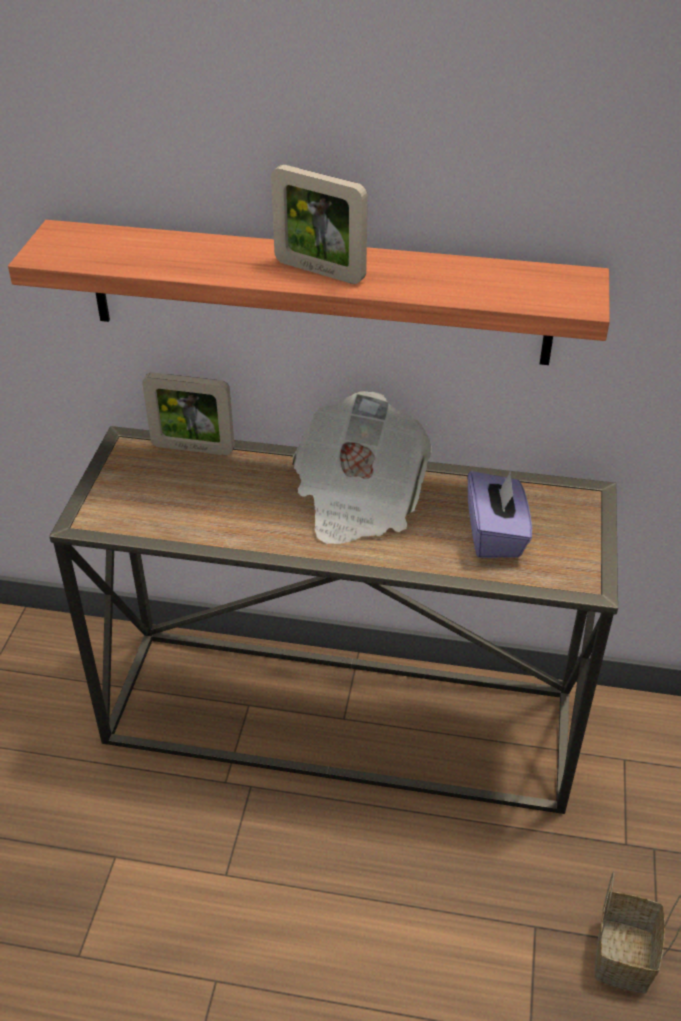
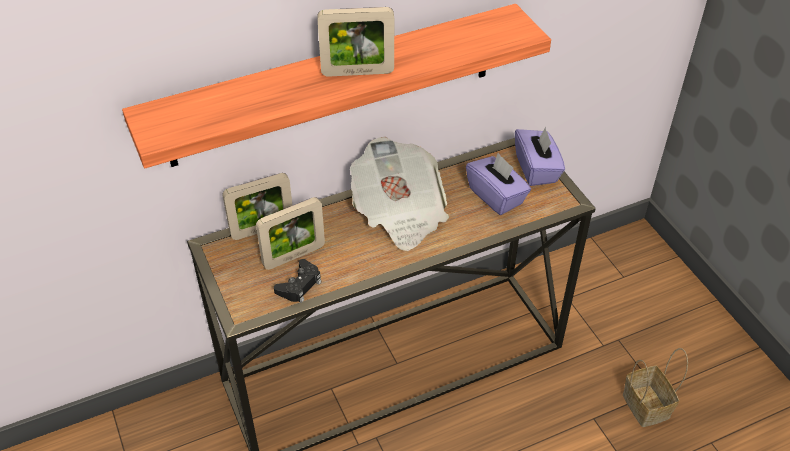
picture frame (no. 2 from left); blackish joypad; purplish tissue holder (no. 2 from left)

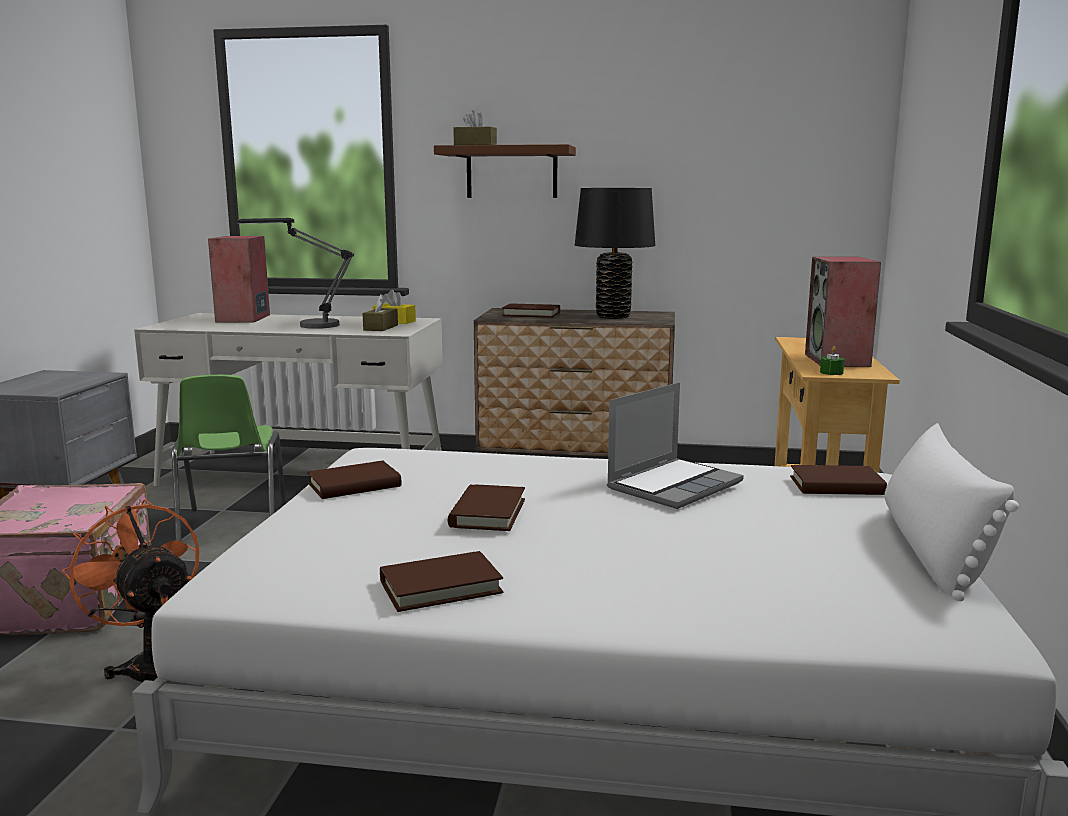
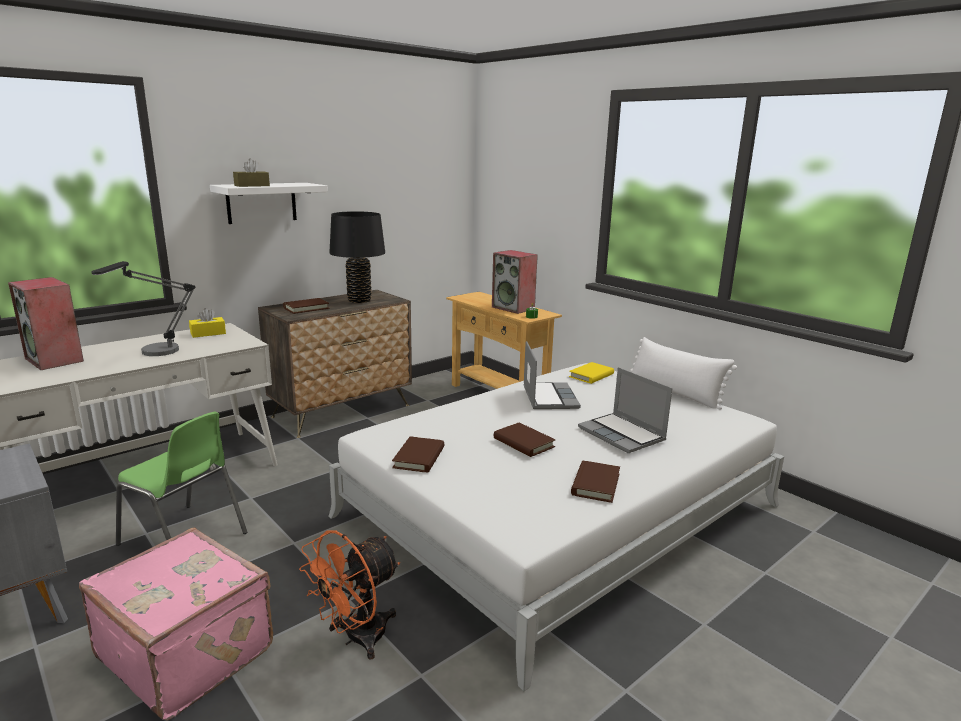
white bracket shelf; orangey cooling fan; yellow-coloured book; portable computer (no. 2 from left); brown tissue holder (no. 1 from left in the first image)

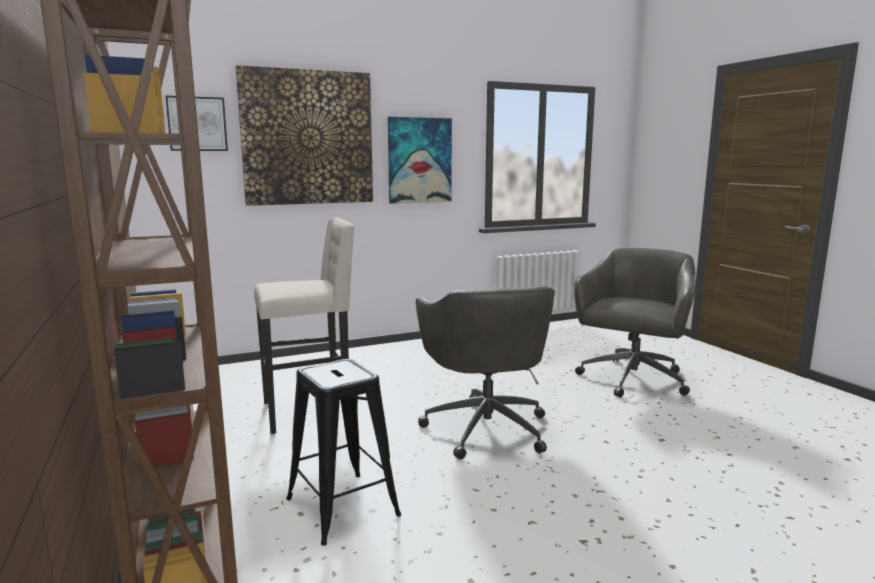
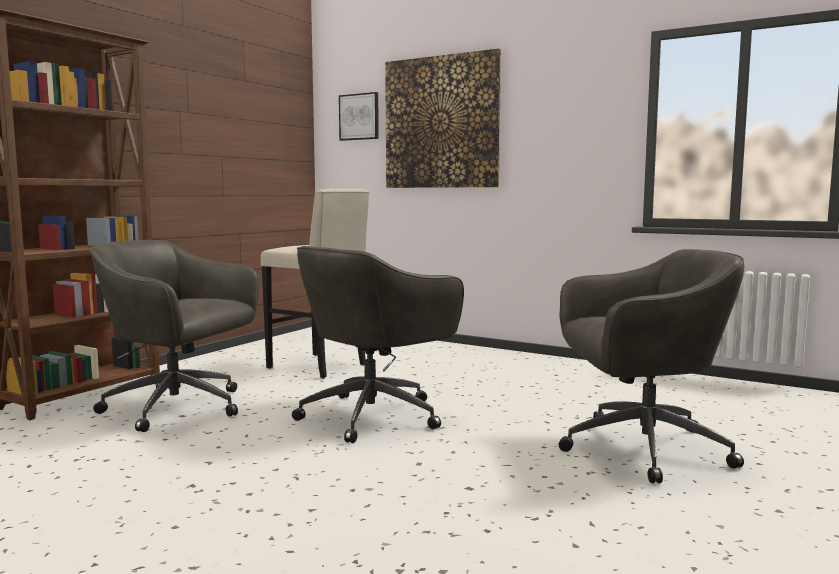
greyish desk chair (no. 1 from left); wall art (no. 3 from left in the first image)

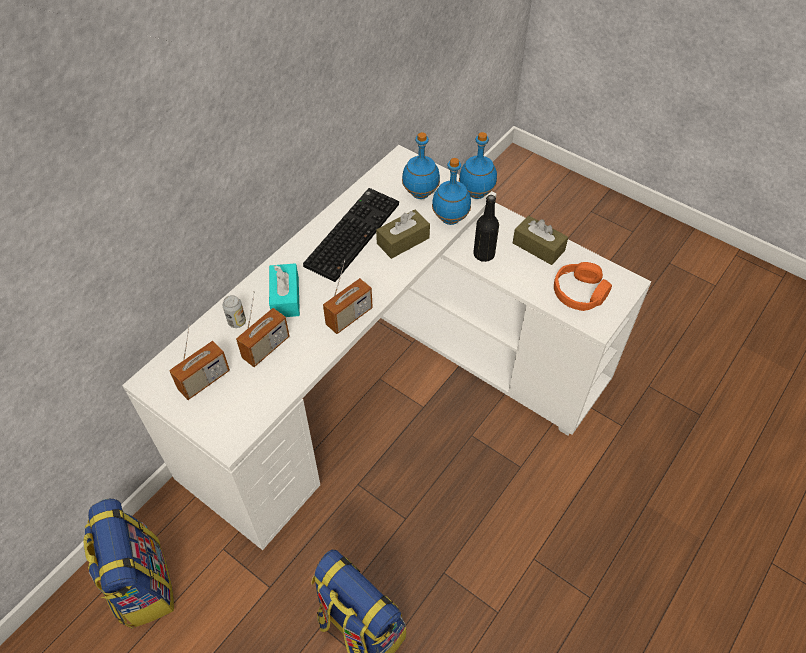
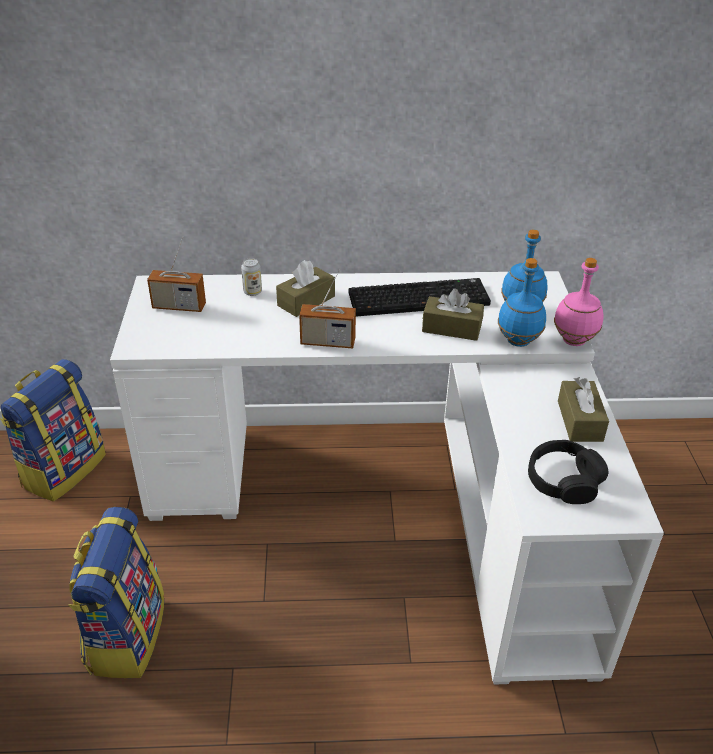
brown tissue holder (no. 1 from left); blackish headset; pink-coloured bottle; radio receiver (no. 2 from left in the first image); blackish bottle

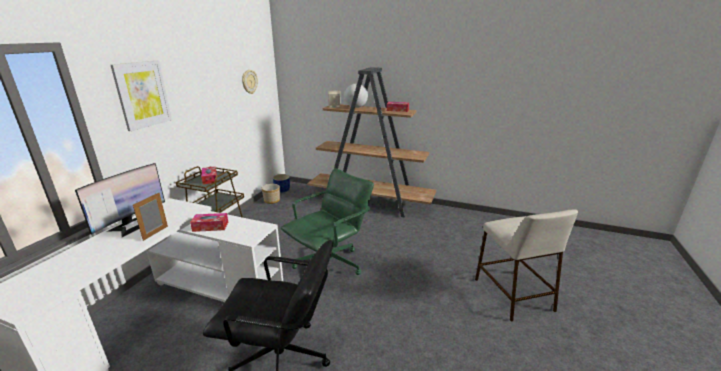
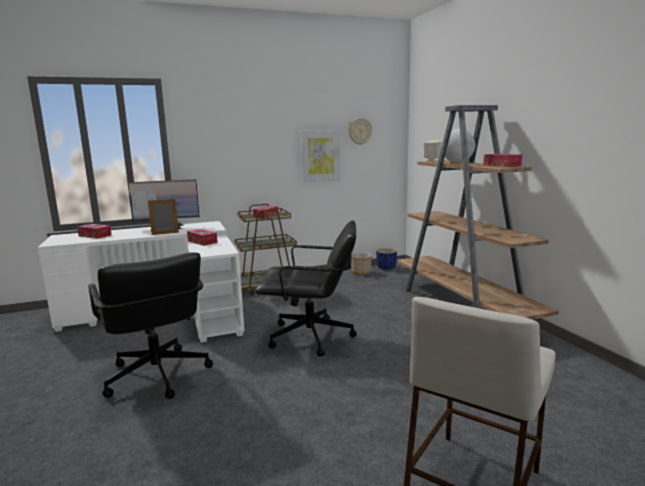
tissue holder (no. 1 from left); blackish desk chair (no. 2 from left); wall art

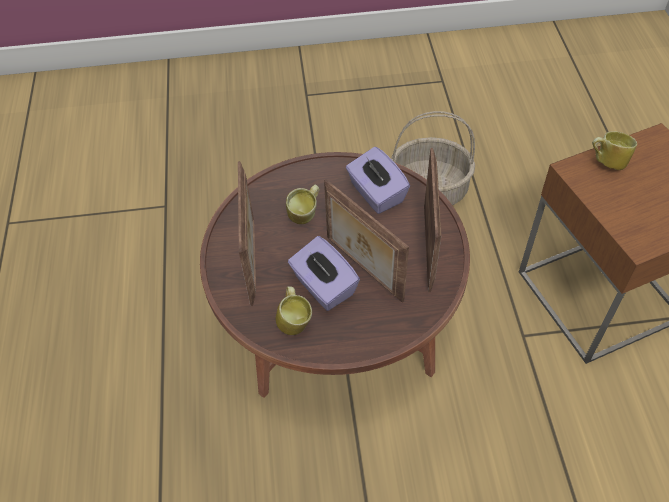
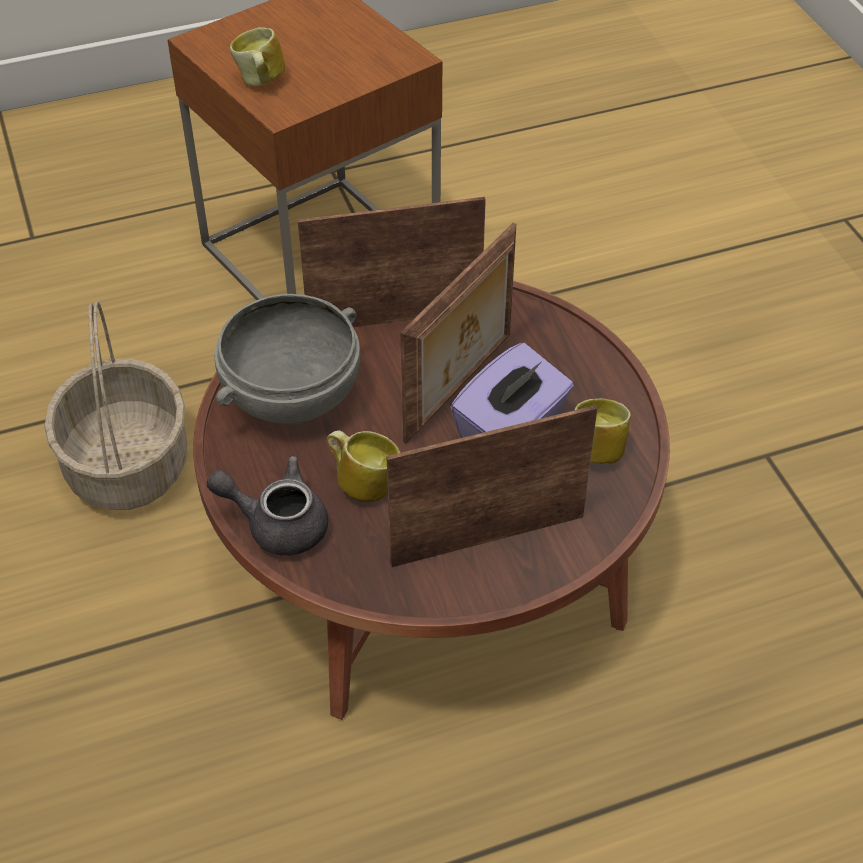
greyish pot for tea; greyish serving bowl

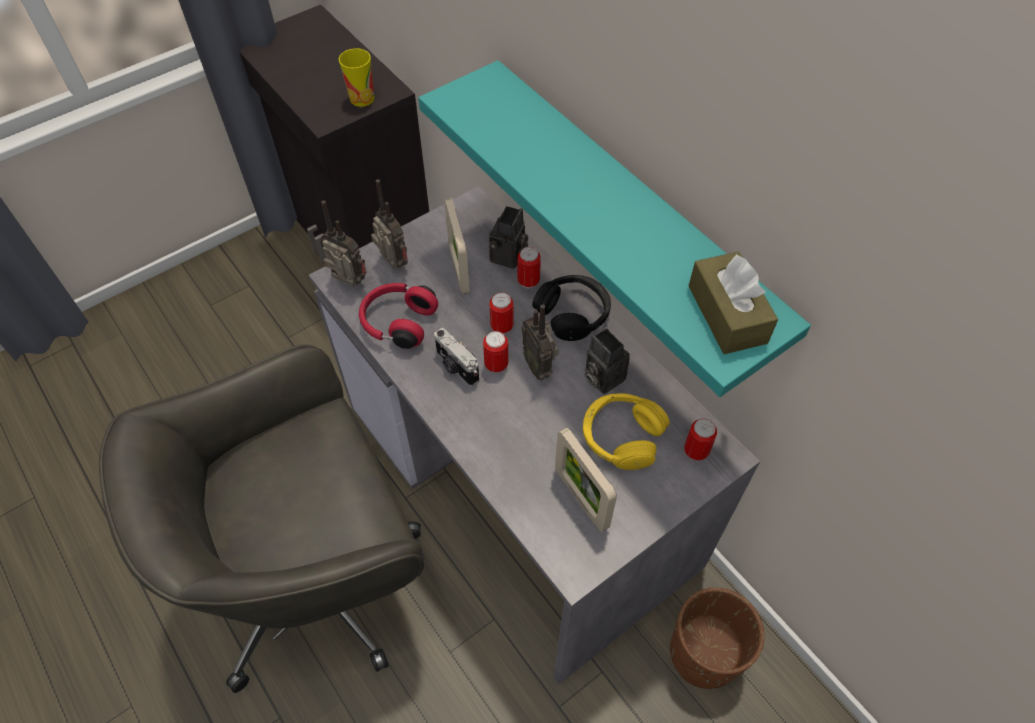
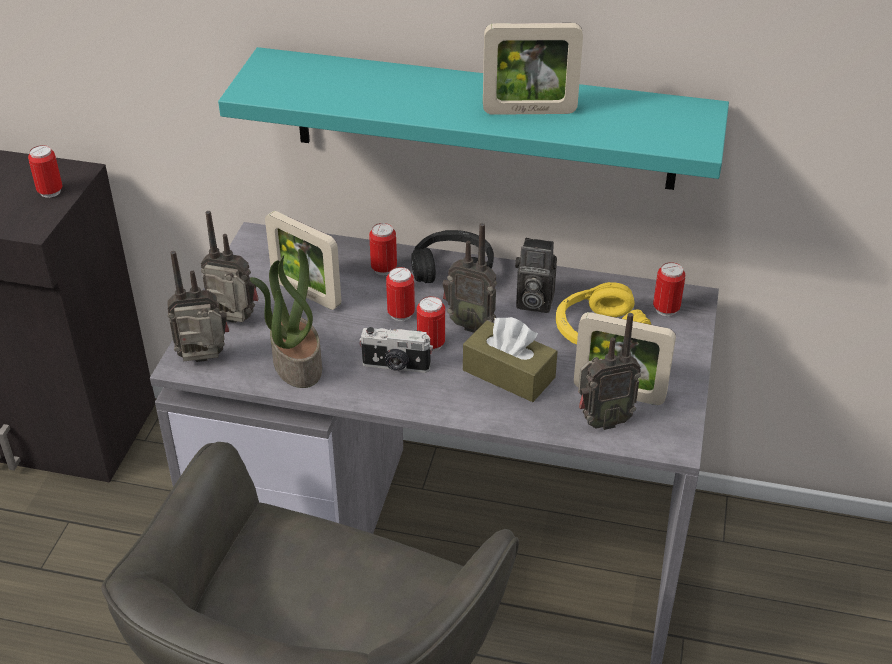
sealed can (no. 1 from left); potted plant; brown tissue holder; picture frame (no. 2 from left); radio receiver (no. 4 from left); photo camera (no. 2 from left in the first image); brown planter

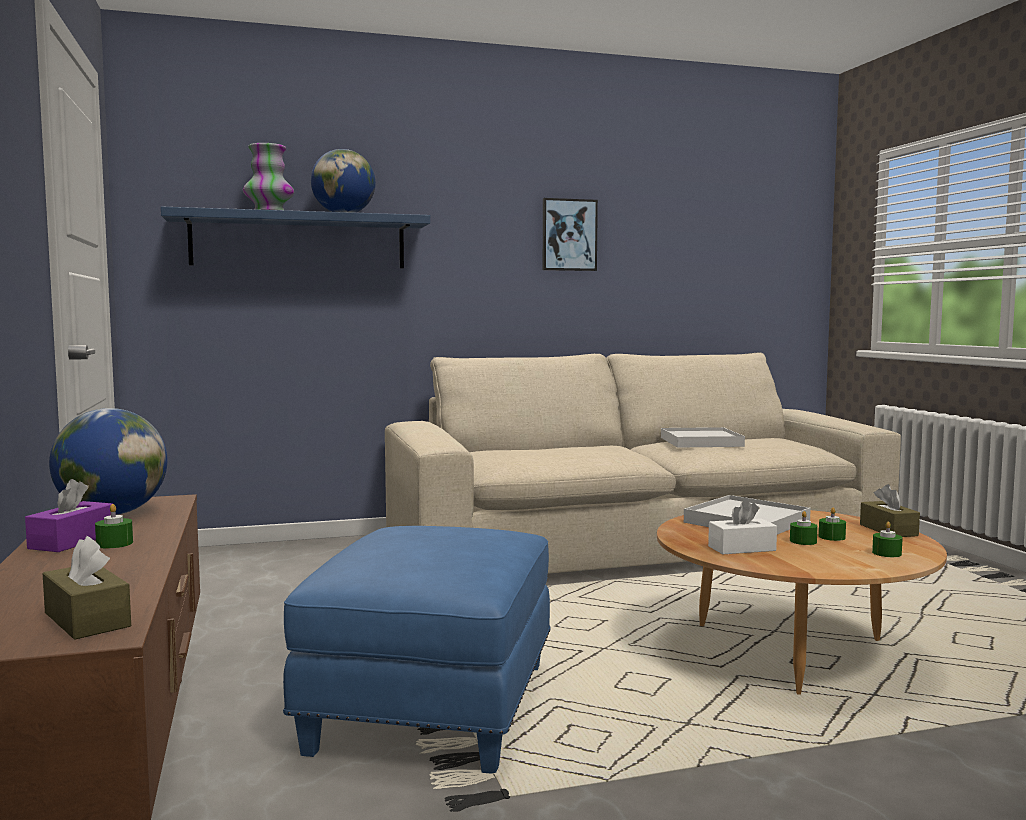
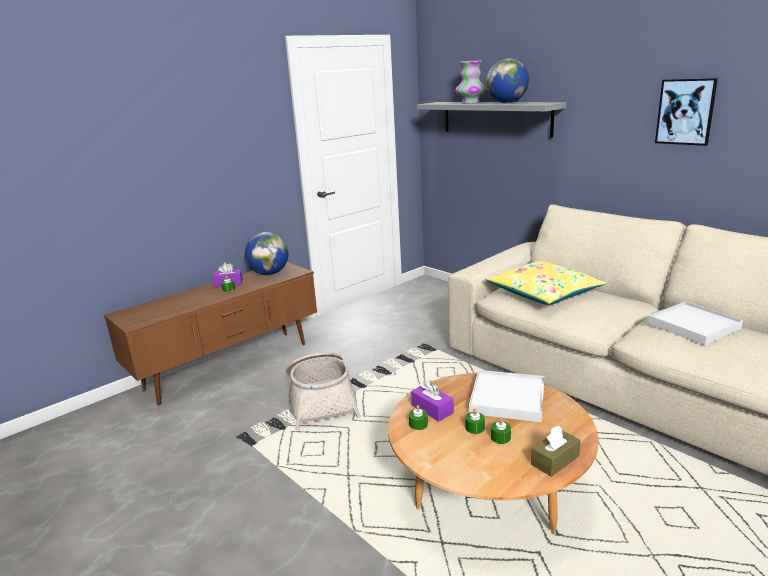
storage basket; green wax candle (no. 2 from left); purplish tissue holder (no. 2 from left); greyish bracket shelf; yellow-coloured pillow; brown tissue holder (no. 1 from left in the first image)

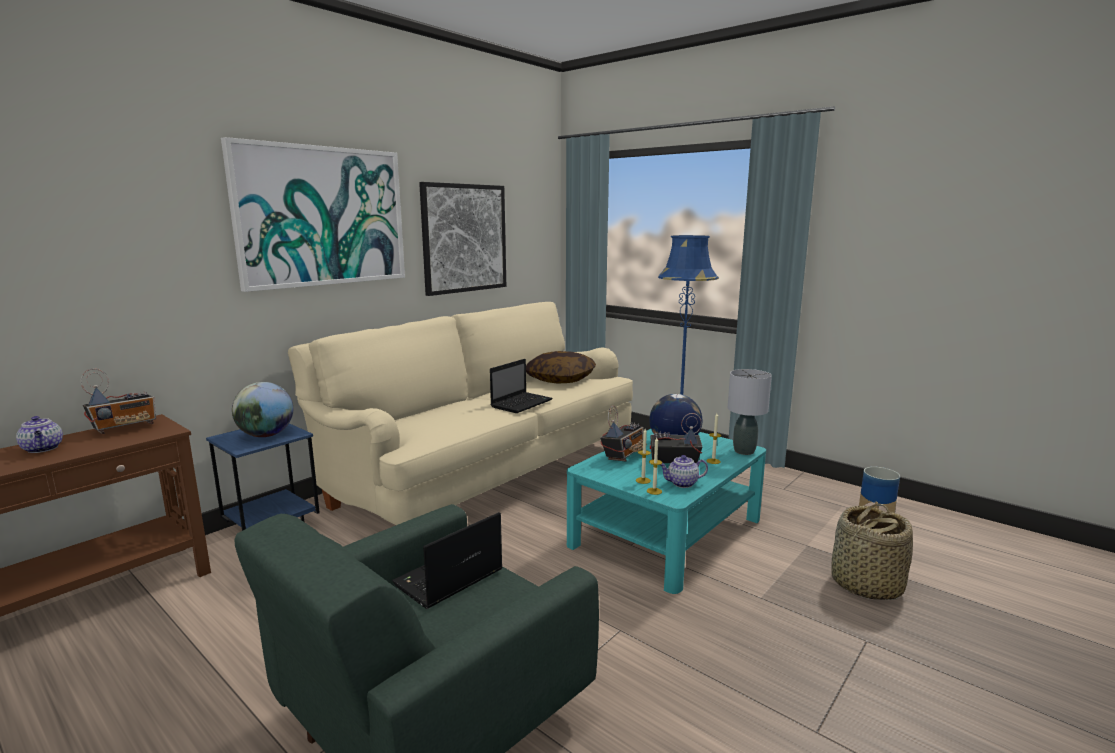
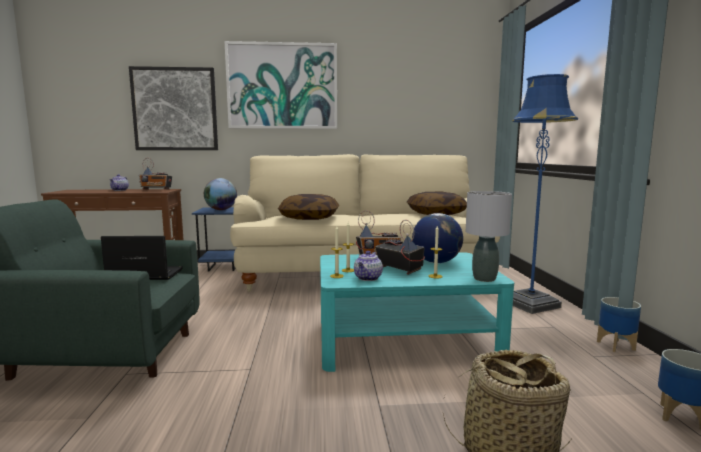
wall art (no. 1 from left); pillow (no. 1 from left); pot for tea (no. 2 from left); planter (no. 1 from left); portable computer (no. 2 from left in the first image)

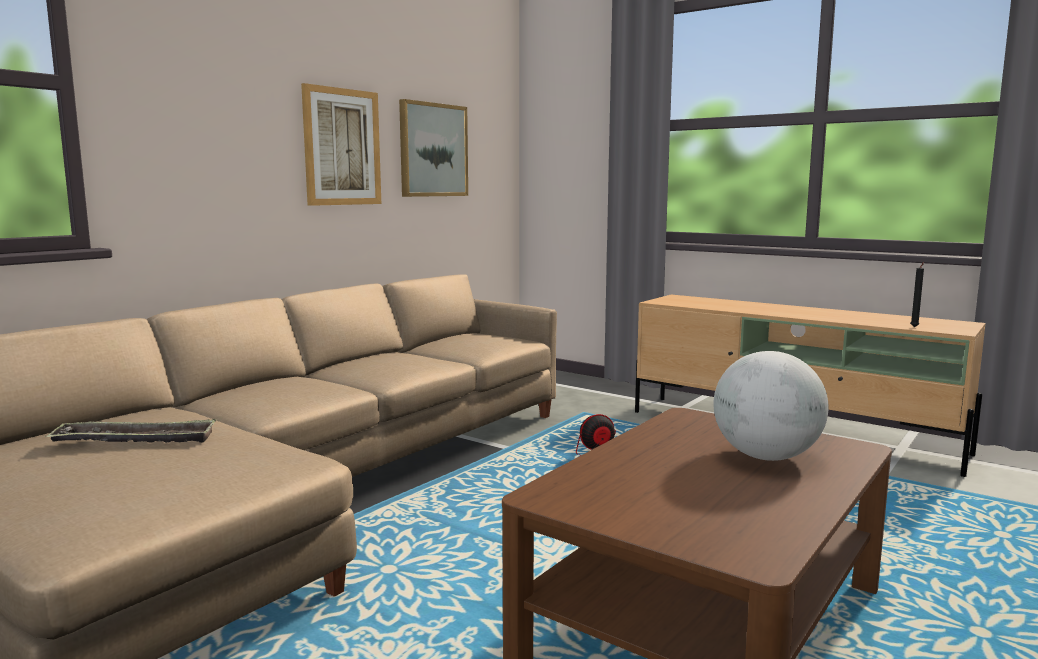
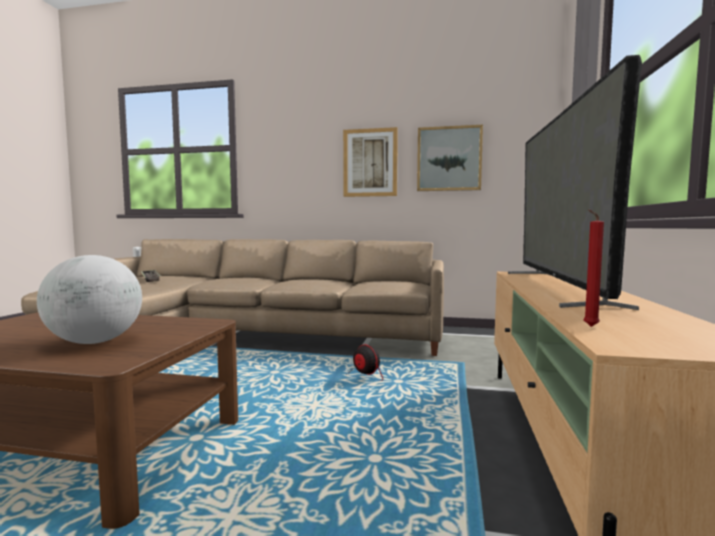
television; reddish wax candle

